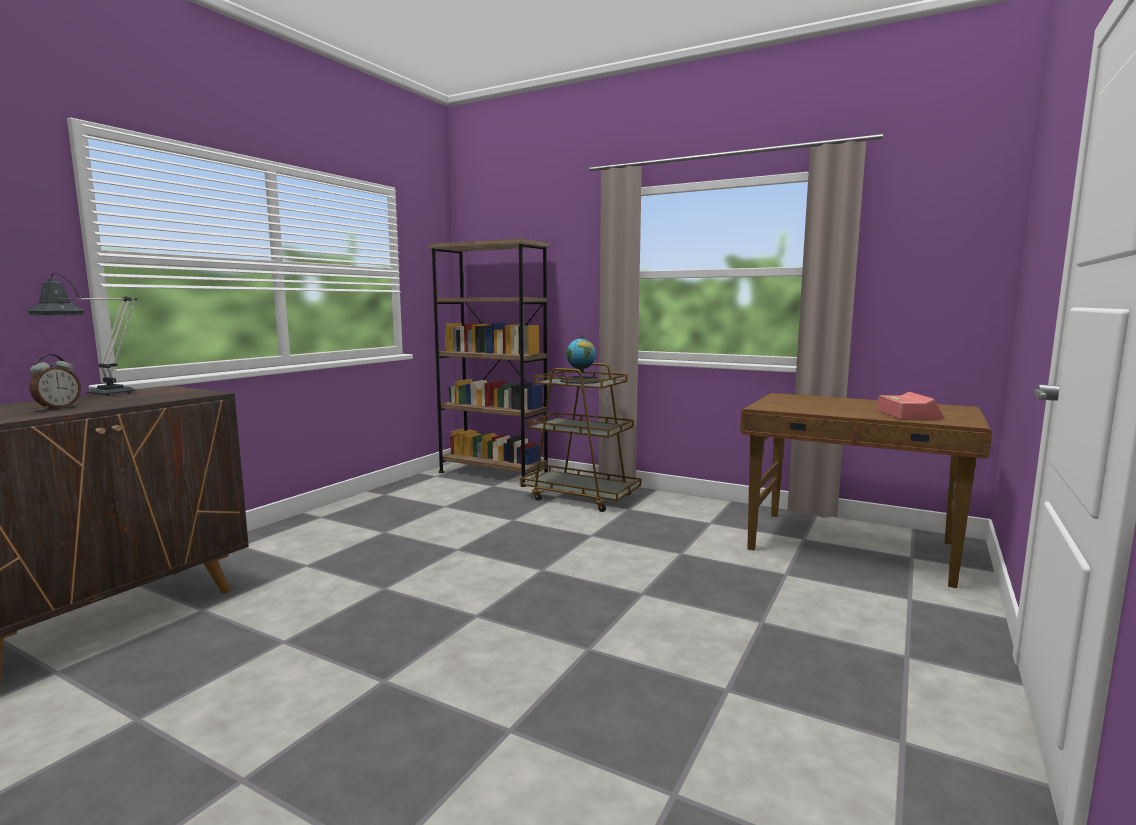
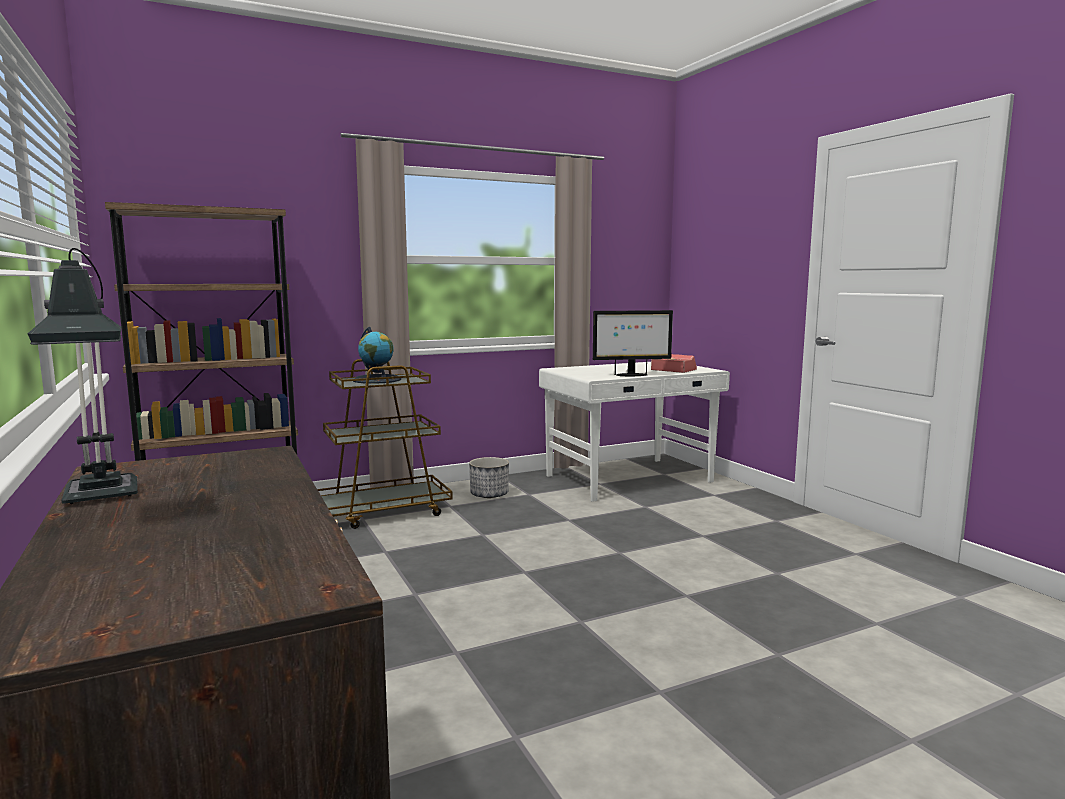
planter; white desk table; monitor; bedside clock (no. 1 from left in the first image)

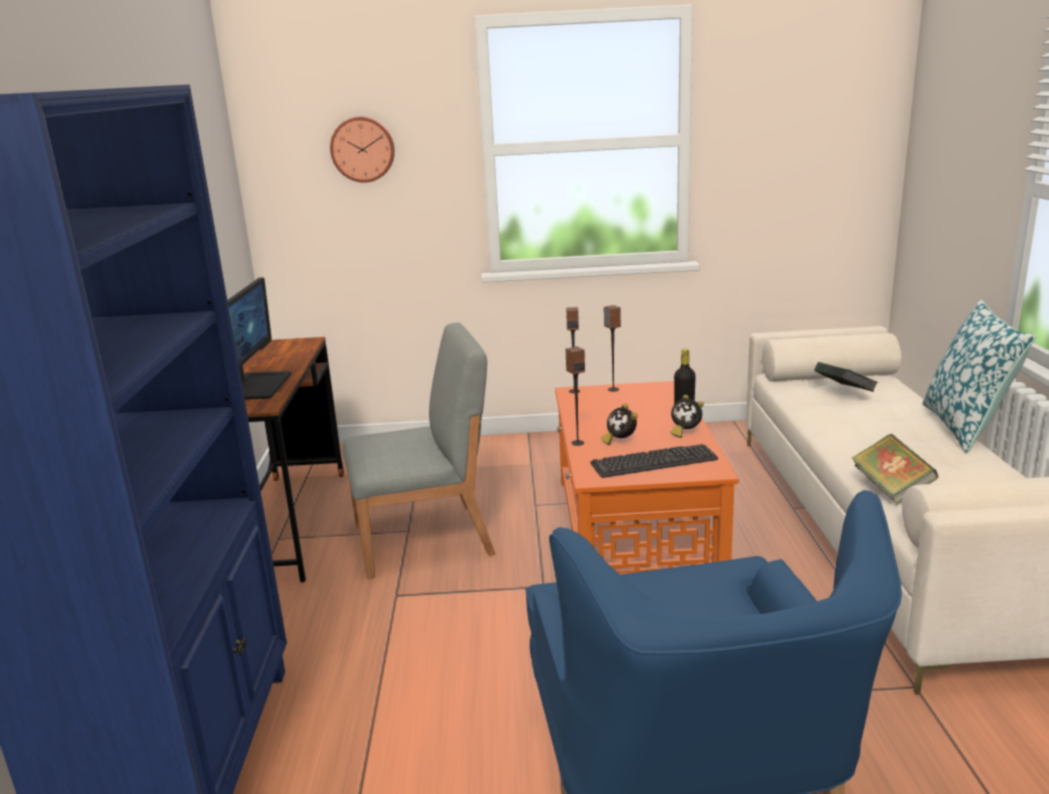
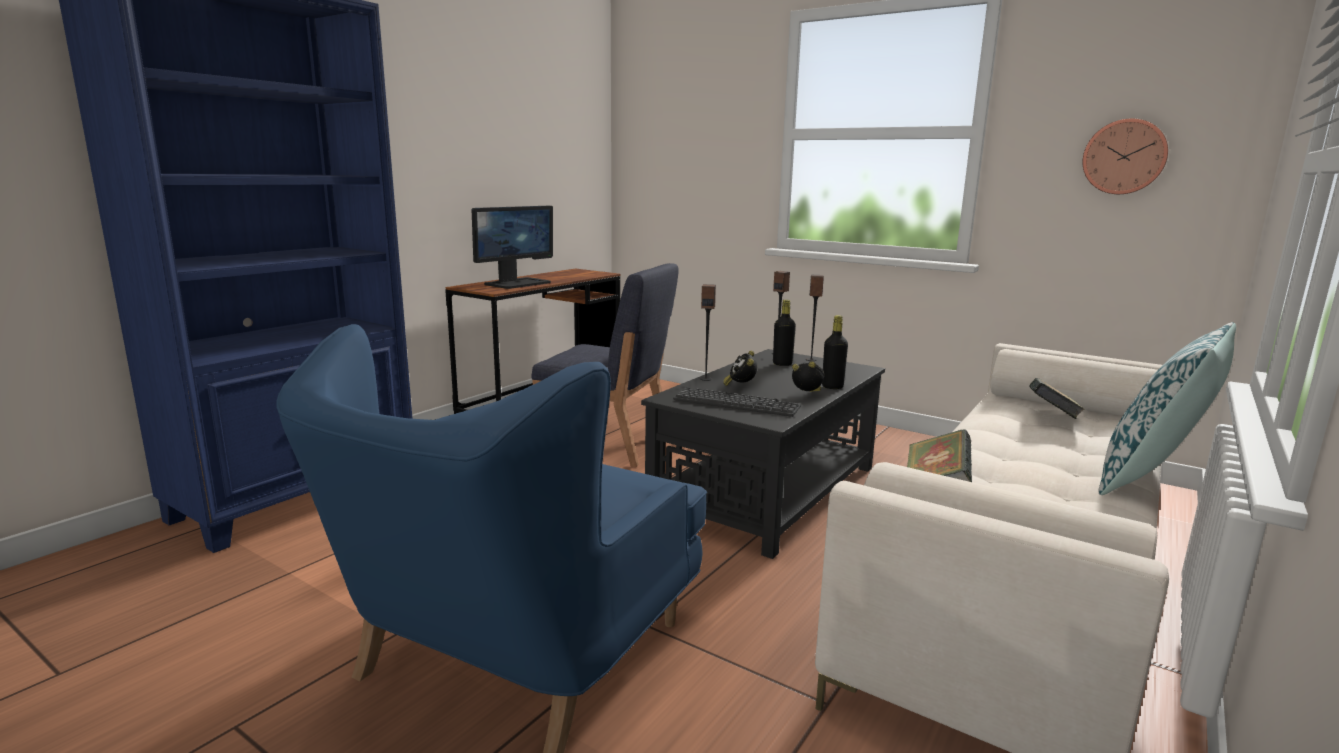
blue upright chair; blackish lounge table; blackish bottle (no. 1 from left); bedside clock (no. 2 from left); wall clock

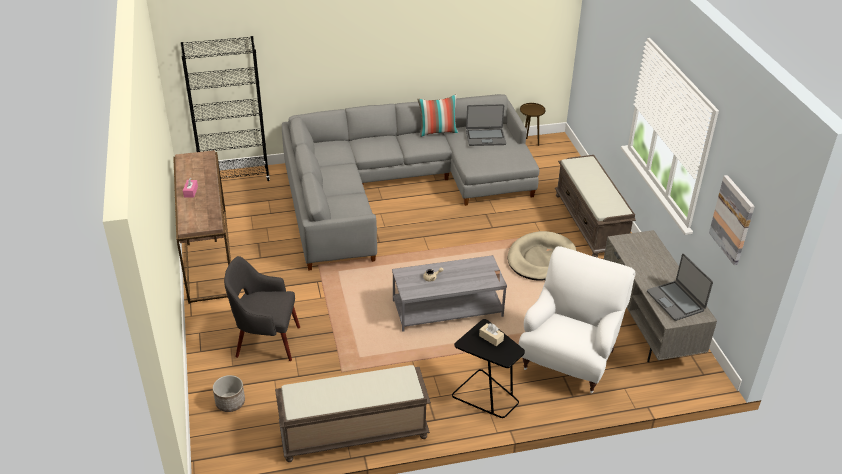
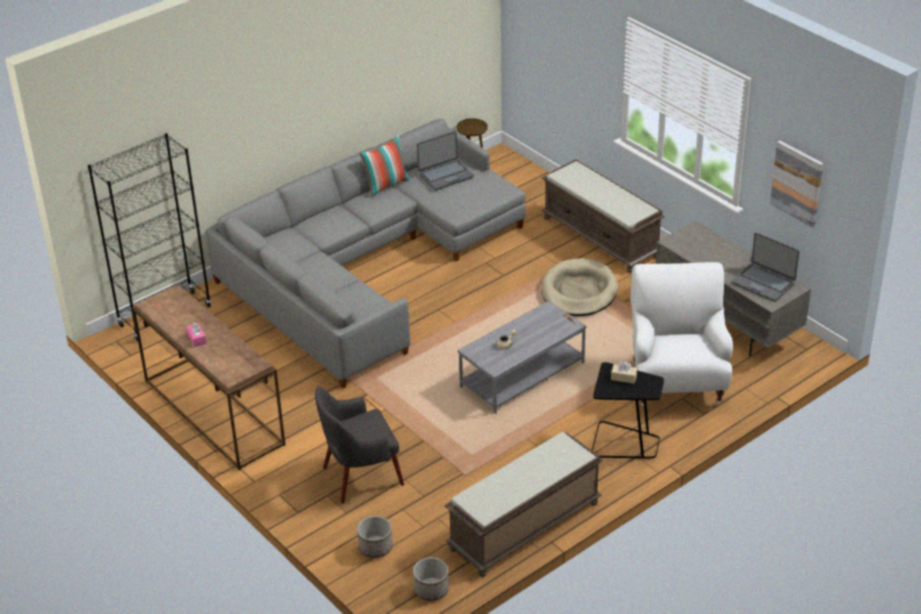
planter (no. 2 from left)

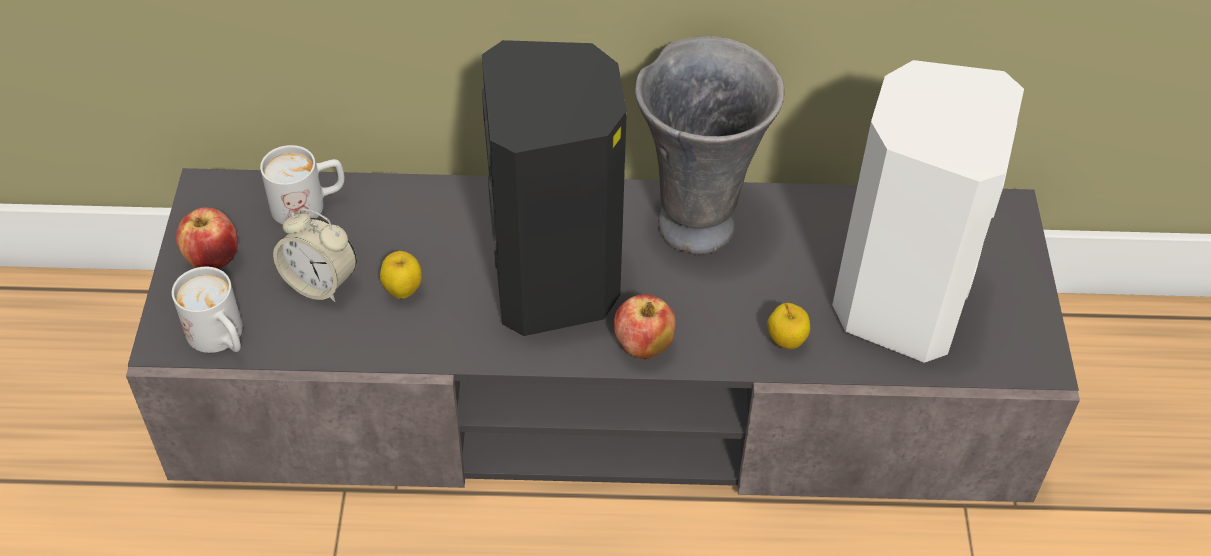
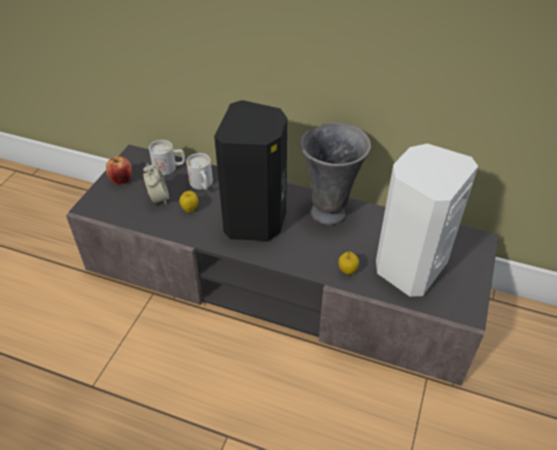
bedside clock; white tea mug (no. 2 from left); apple fruit (no. 3 from left in the first image)

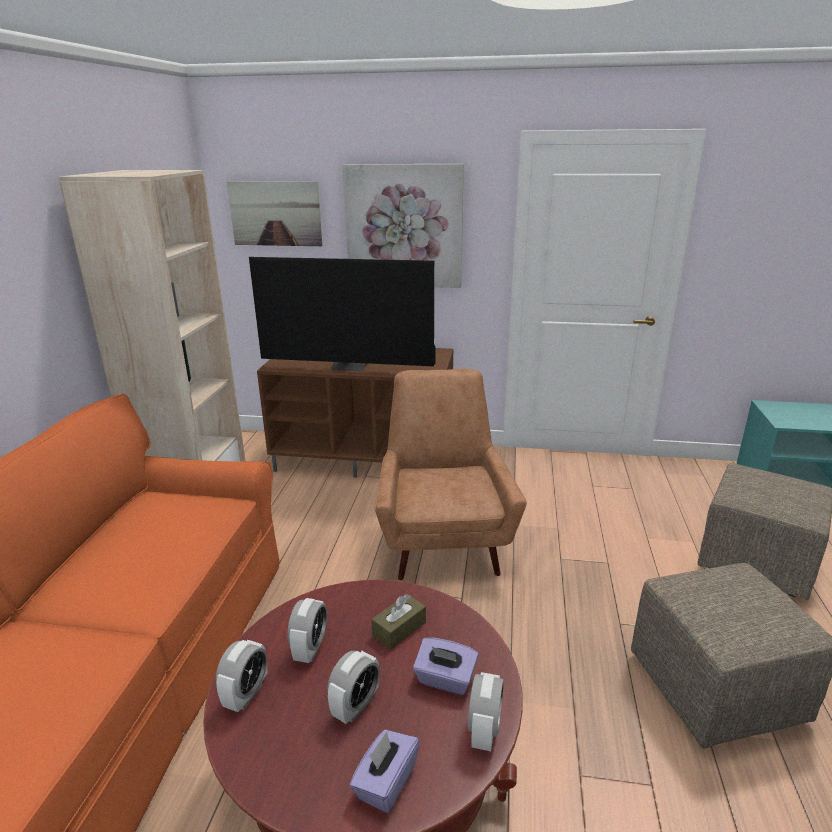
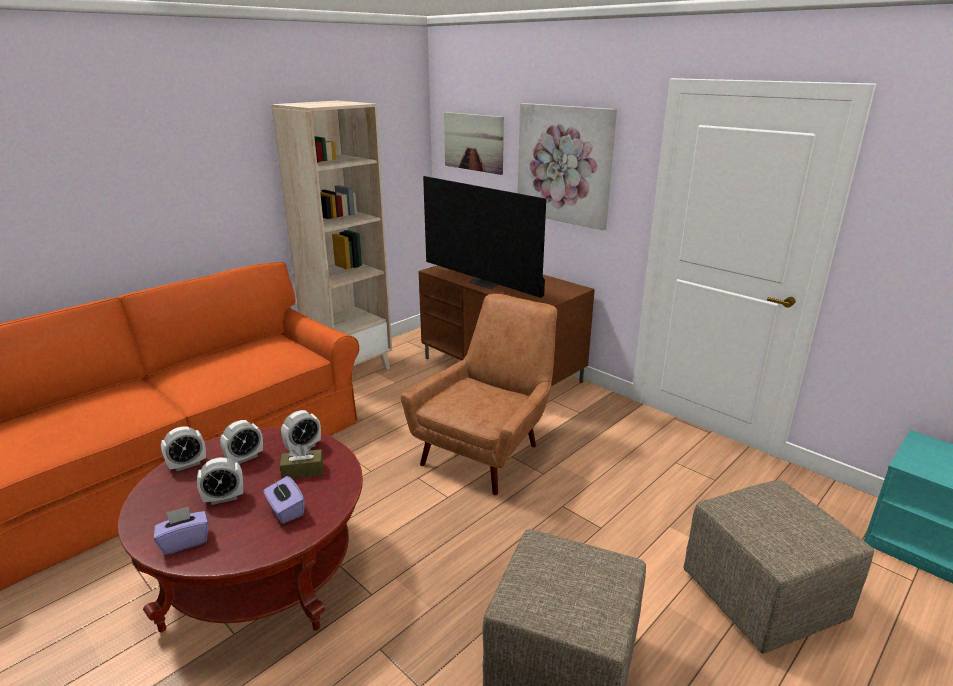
bedside clock (no. 4 from left)

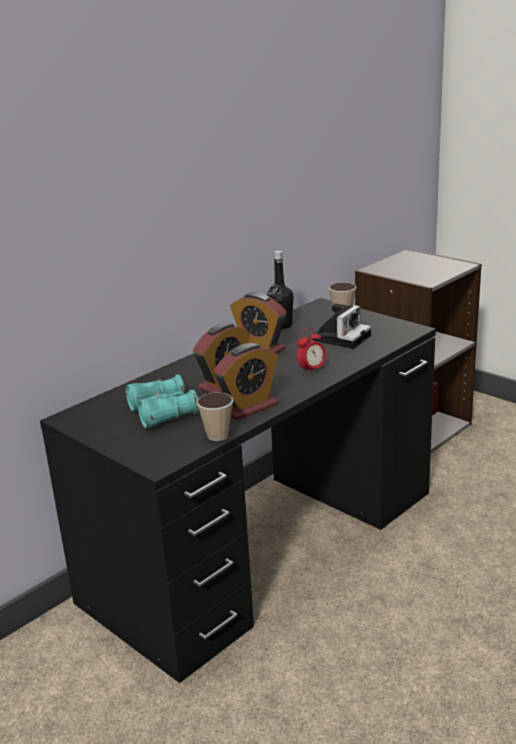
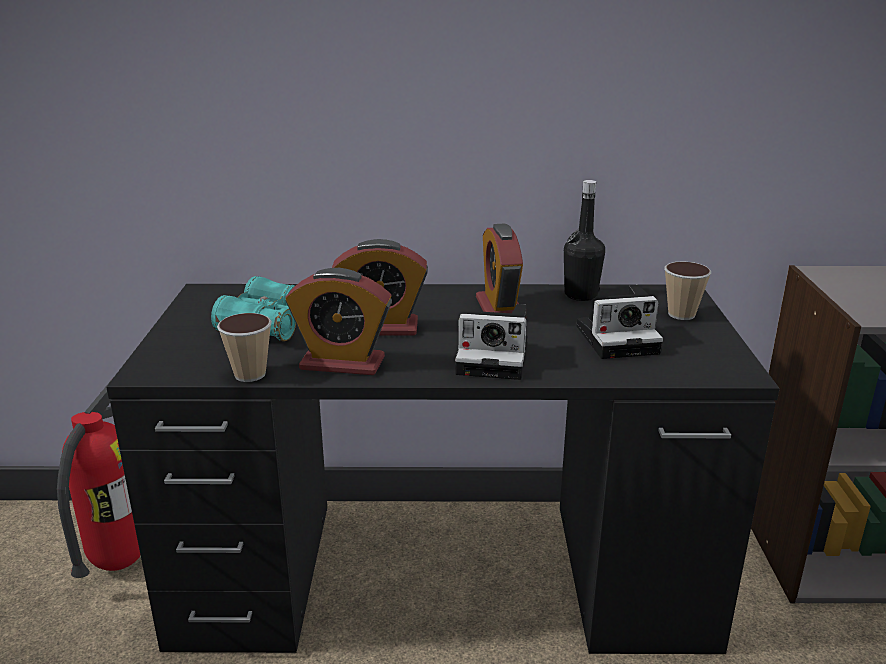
fire extinguisher; photo camera (no. 1 from left)

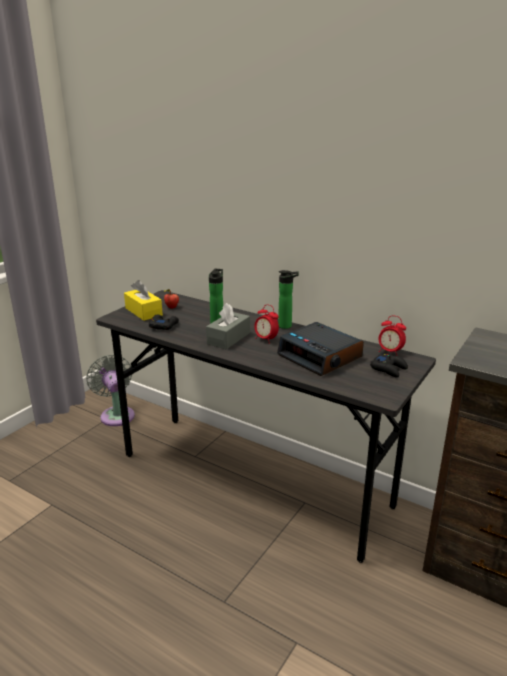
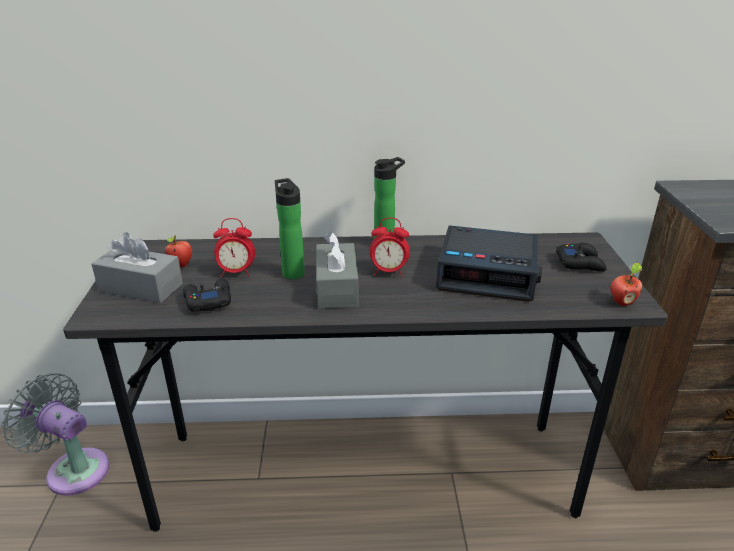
greyish tissue holder (no. 1 from left); bedside clock (no. 1 from left); apple fruit (no. 2 from left)

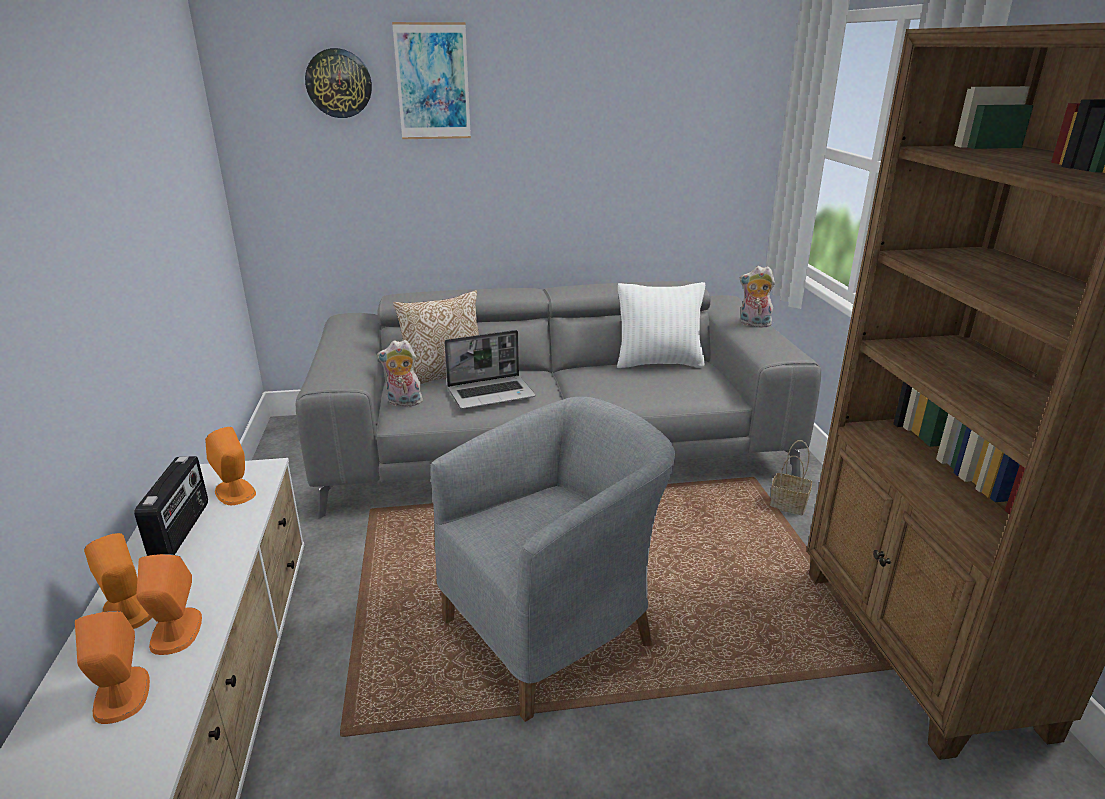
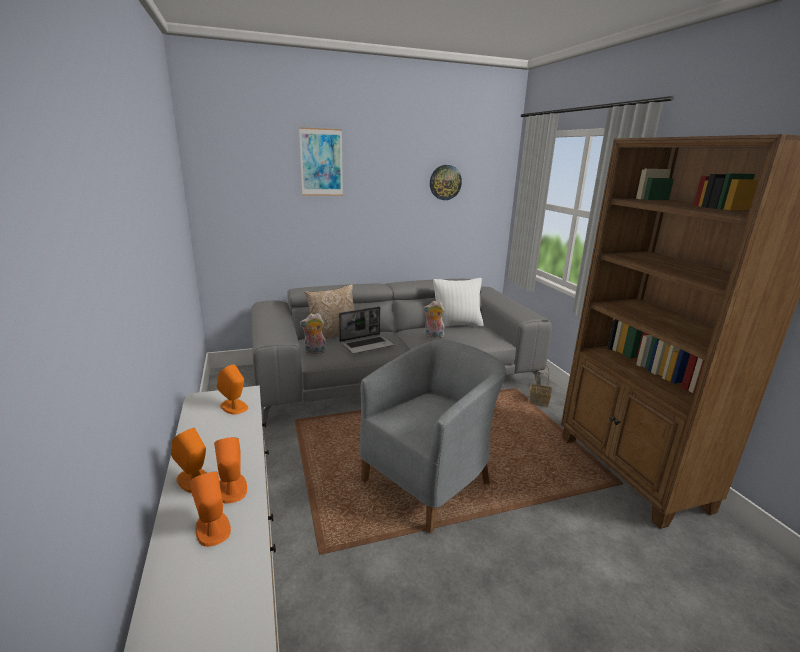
plush toy (no. 2 from left); wall clock; radio receiver

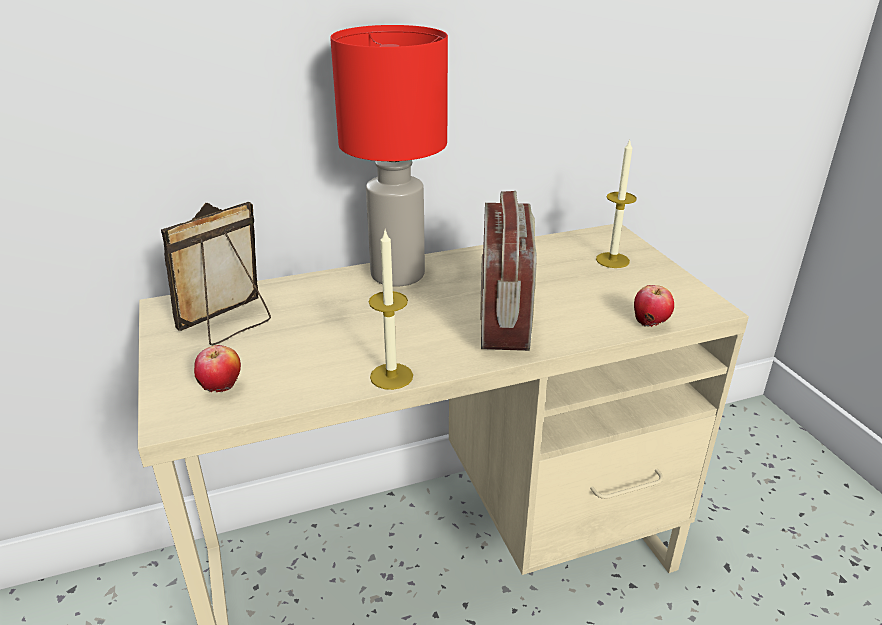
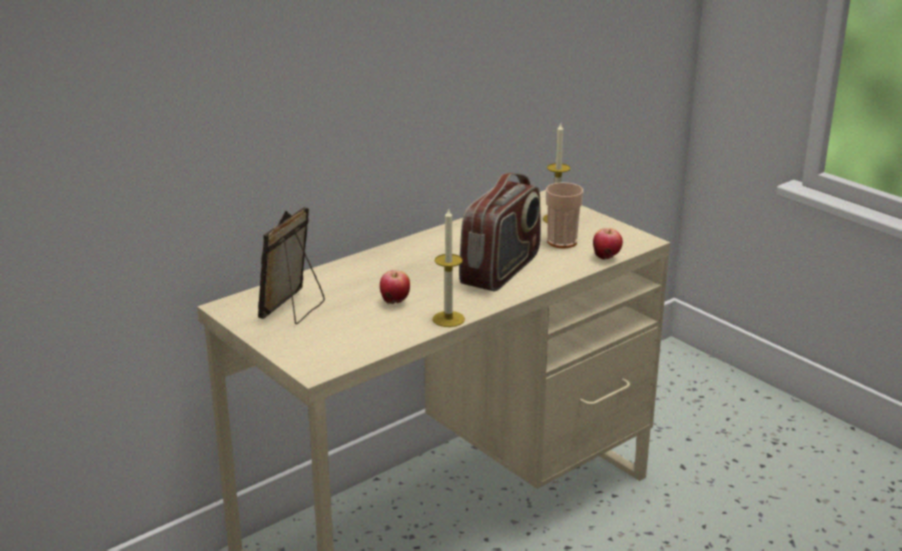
apple fruit (no. 1 from left); radio receiver; cup; reddish table lamp

